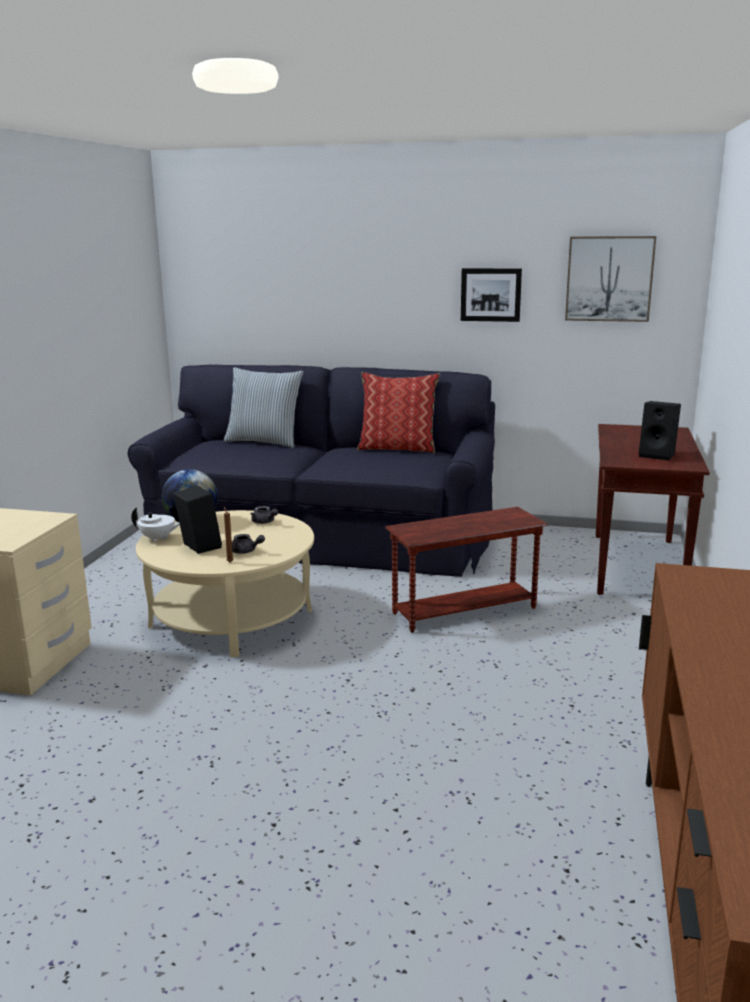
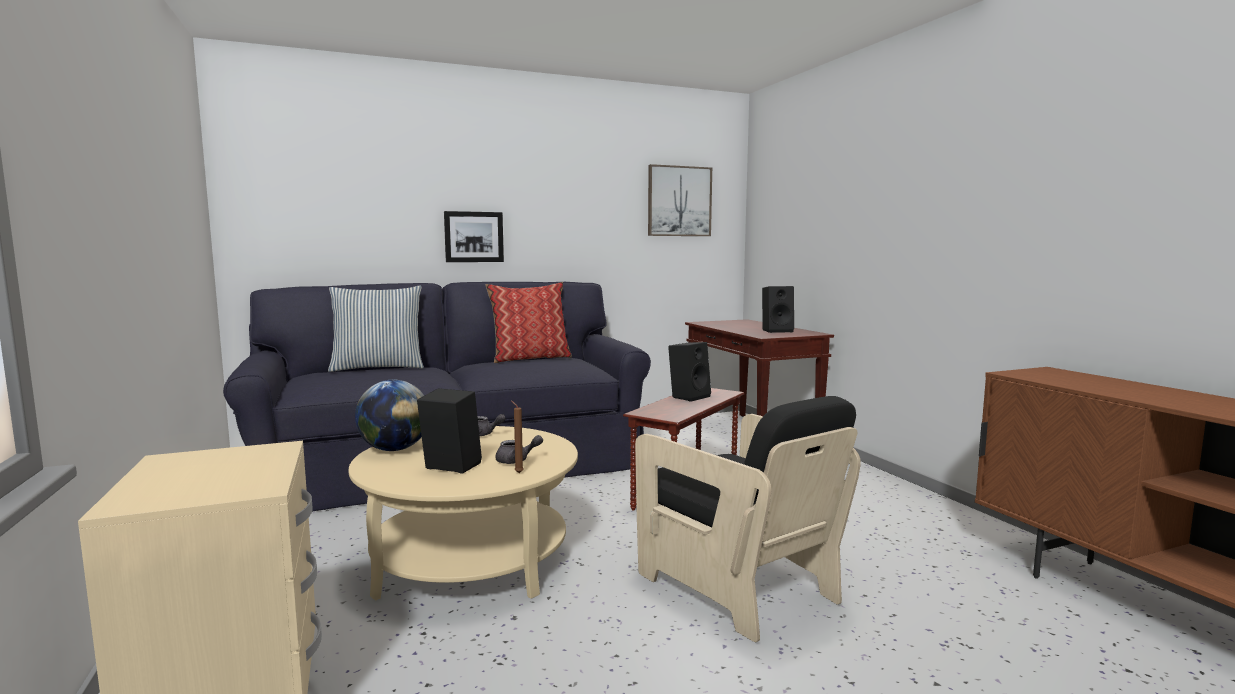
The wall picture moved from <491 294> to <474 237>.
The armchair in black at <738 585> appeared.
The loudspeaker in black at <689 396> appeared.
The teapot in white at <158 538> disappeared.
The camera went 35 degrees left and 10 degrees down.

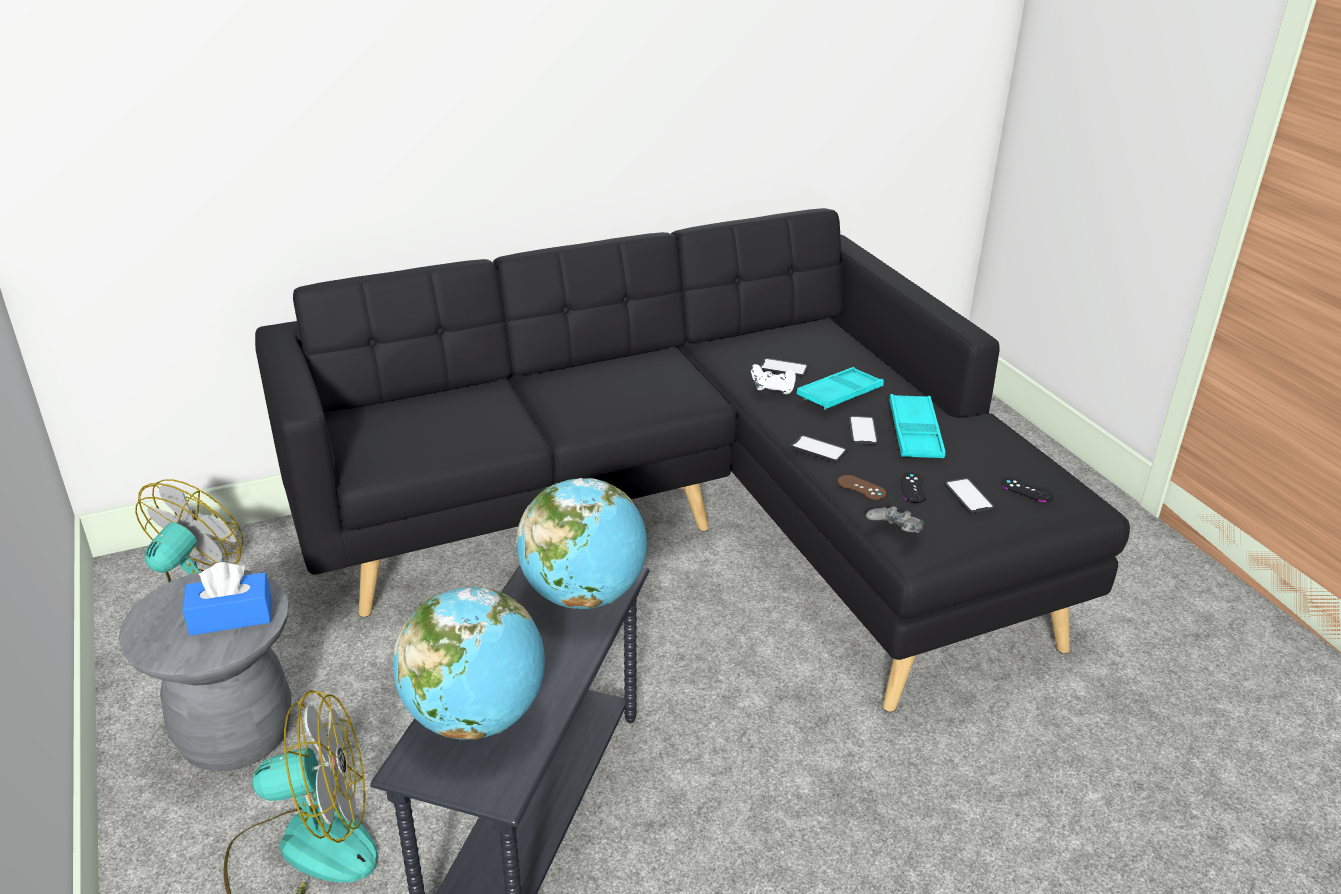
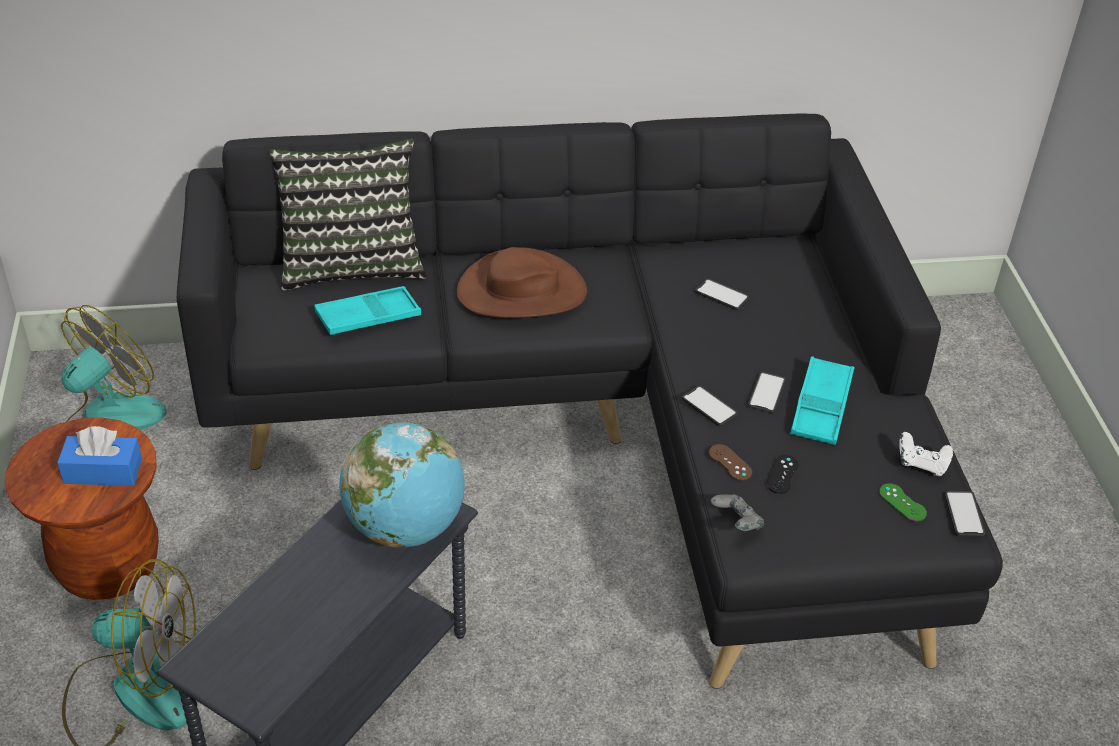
The stool in greyish at <236 736> became the stool in brown at <108 566>.
The pillow at <351 263> appeared.
The serving tray in blue-green moved from <839 394> to <368 317>.
The wearable hat in brown at <521 292> appeared.
The gamepad in black at <1027 490> became the gamepad in green-coloured at <902 502>.
The gamepad in white moved from <772 389> to <921 464>.
The handset moved from <968 496> to <964 514>.
The globe at <476 717> disappeared.
The camera went 15 degrees right and 10 degrees up.

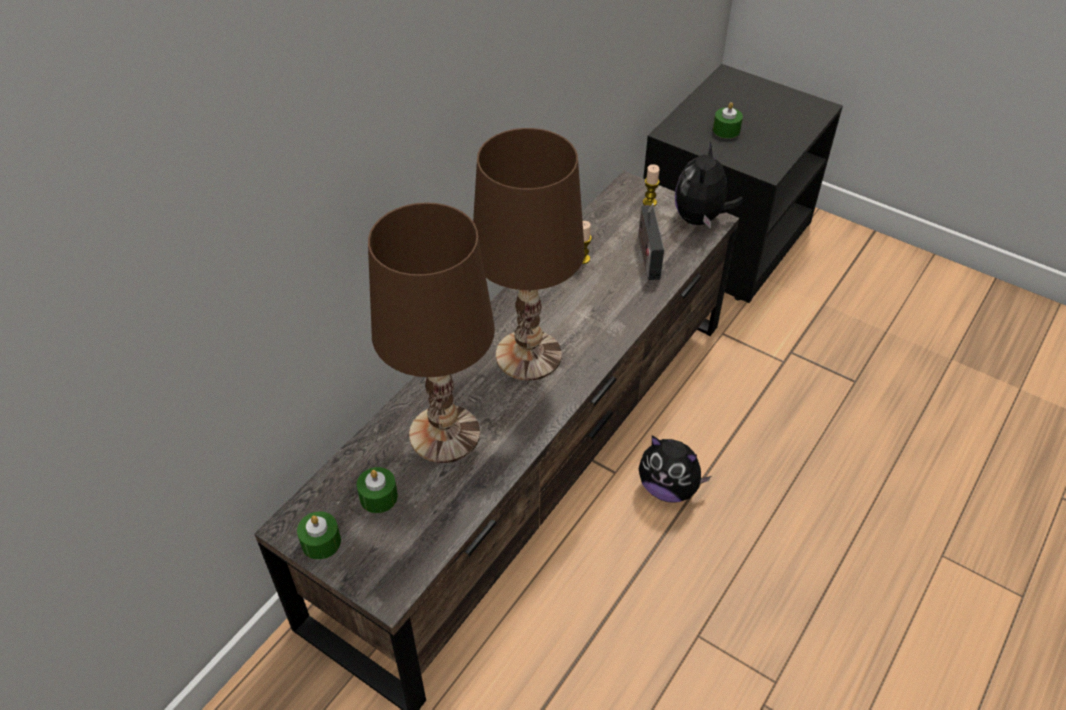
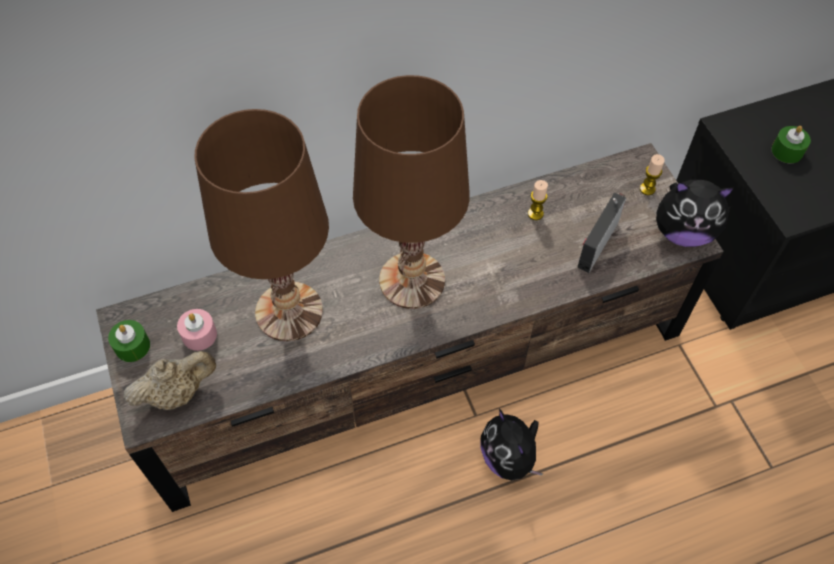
The teapot in beige-coloured at <177 392> appeared.
The wax light in green-coloured at <378 497> became the wax light in pinkish at <199 335>.
The plush toy at <701 219> turned 135 degrees counterclockwise.
The camera went 35 degrees right and 10 degrees up.

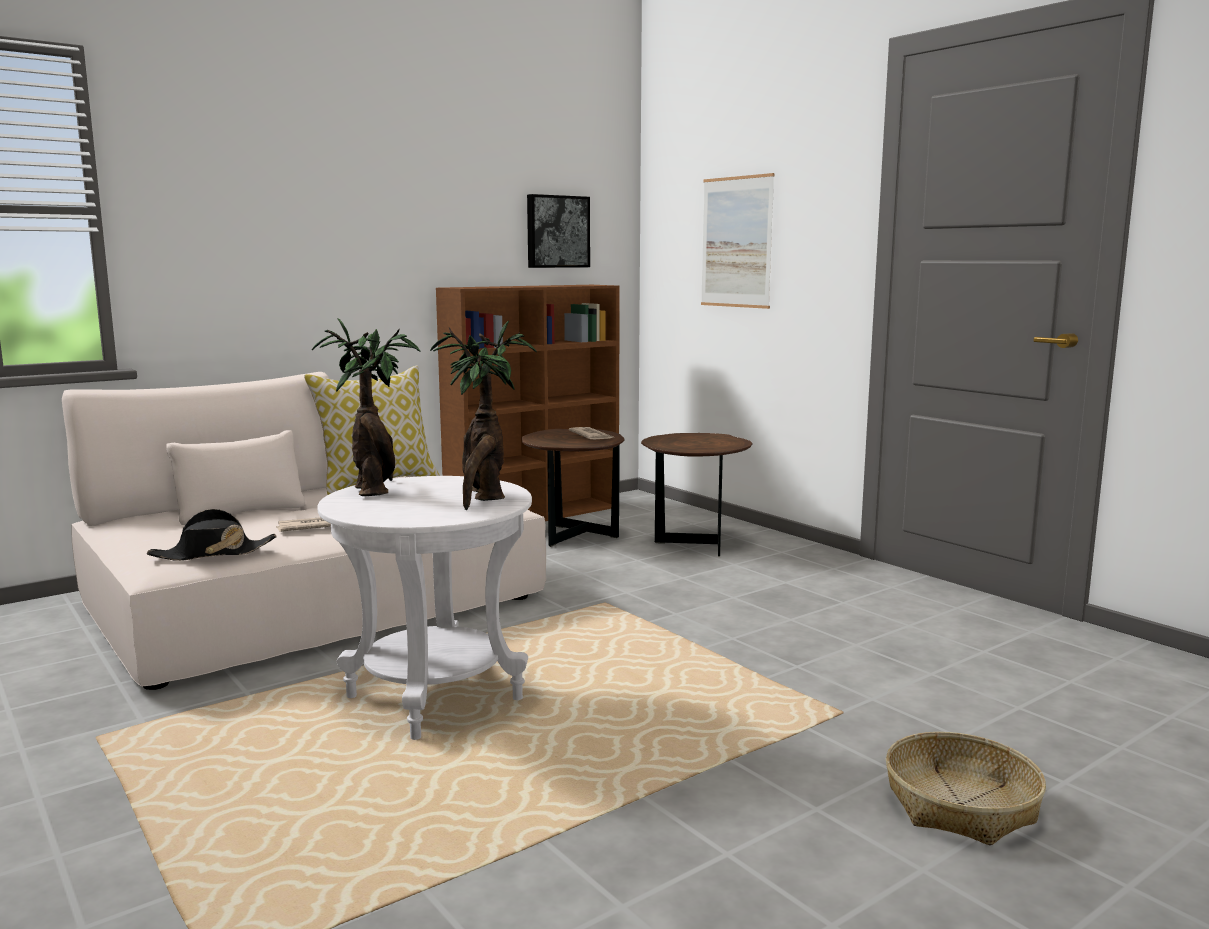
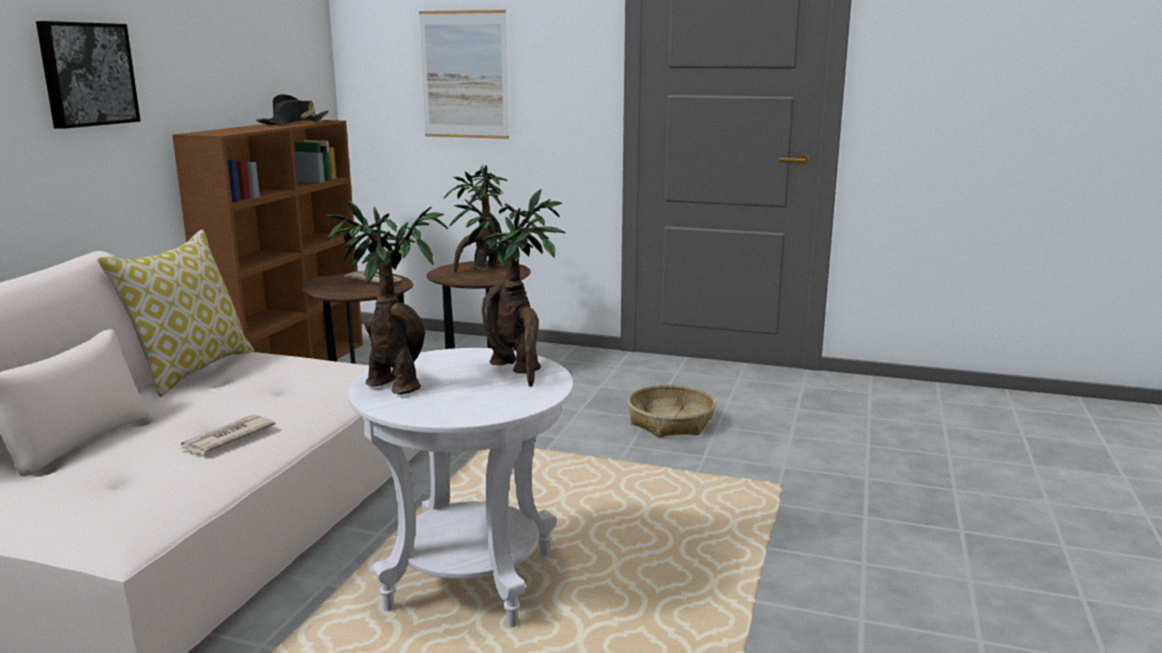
The wall picture moved from <556 231> to <86 74>.
The wearable hat in black moved from <213 553> to <294 123>.
The potted plant at <482 269> appeared.
The basket moved from <960 804> to <670 422>.
The camera went 35 degrees left and 5 degrees up.

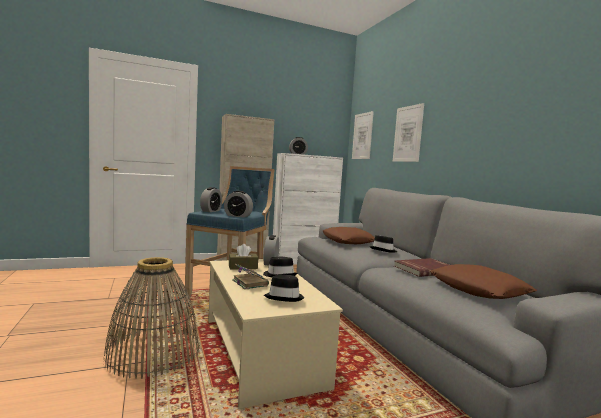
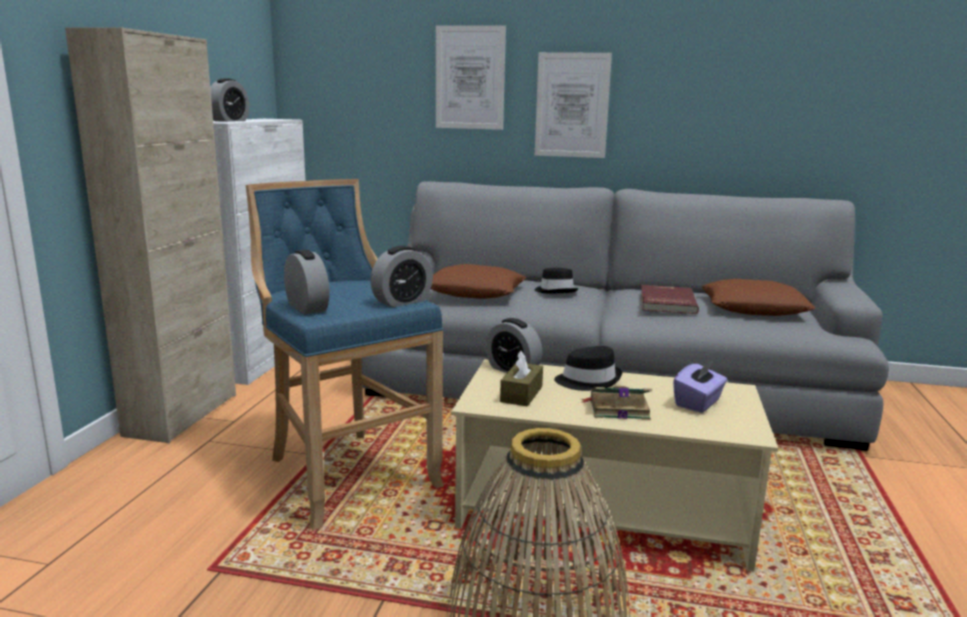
The wall picture moved from <362 136> to <572 105>.
The wearable hat in black at <284 297> was replaced by the tissue box in purple at <698 403>.
The camera went 55 degrees left and 10 degrees up.

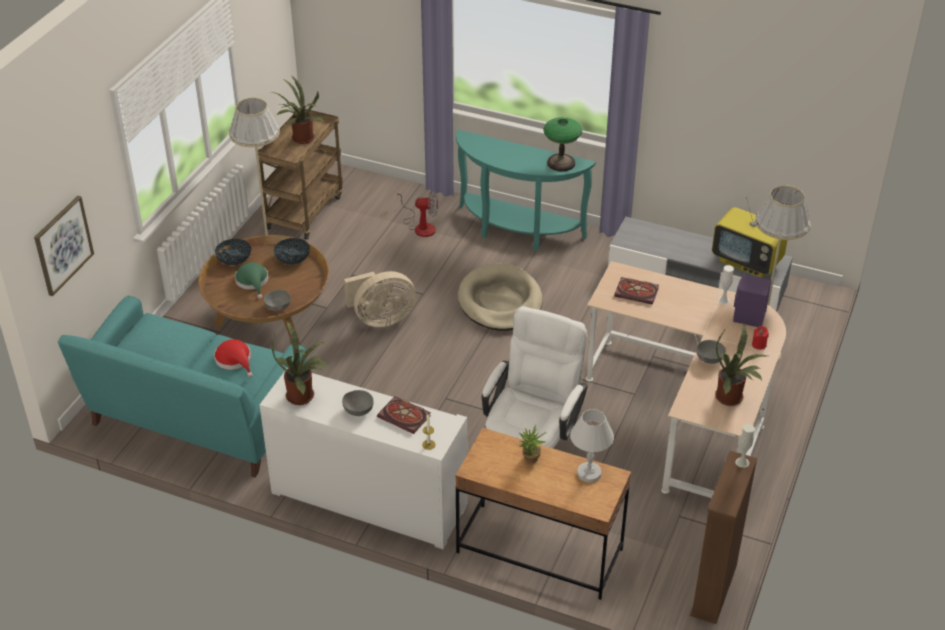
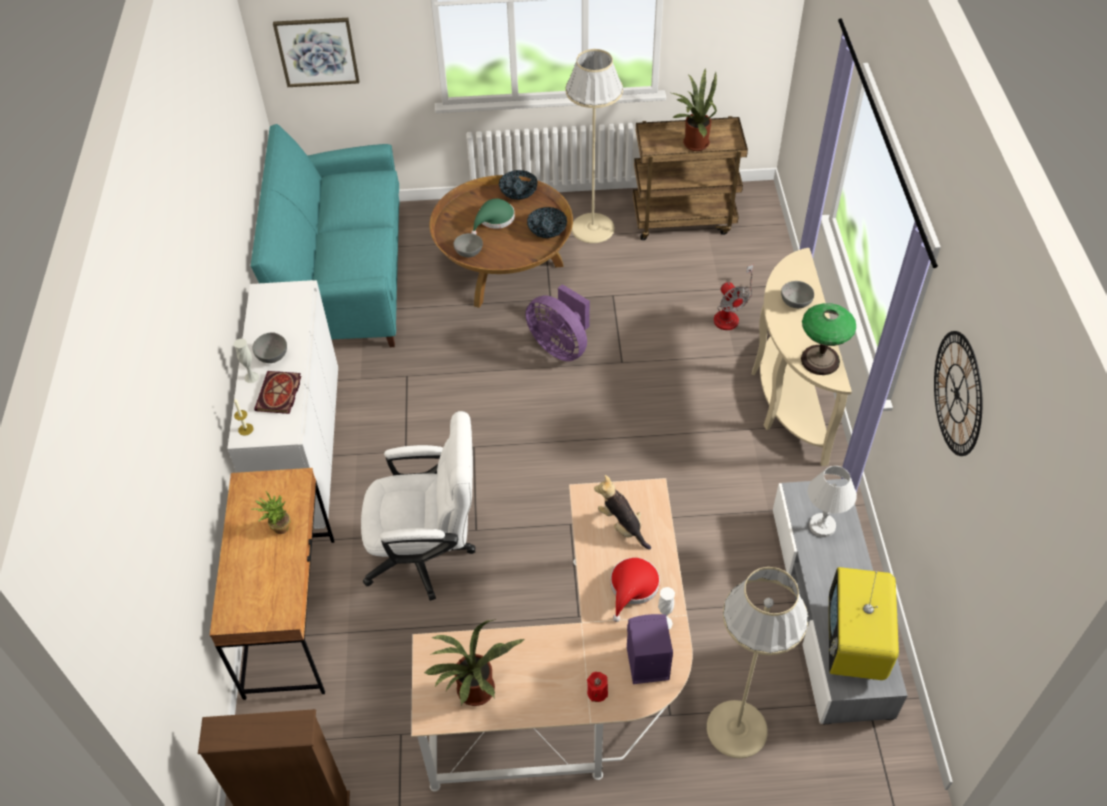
The flower vase in white moved from <742 462> to <251 377>.
The electric fan in beige-coloured at <381 319> became the electric fan in purple at <560 346>.
The book at <637 292> was replaced by the plush toy at <622 525>.
The wearable hat in reddish moved from <235 360> to <633 588>.
The hall table in blue-green at <516 231> became the hall table in beige-coloured at <785 397>.
The bowl in greyish moved from <708 359> to <795 302>.
The tabletop lamp in white moved from <589 473> to <822 526>.
The wall clock at <957 393> appeared.
The potted plant at <303 396> disappeared.
The dog cushion in beige-coloured at <500 301> disappeared.
The camera went 65 degrees right and 10 degrees up.

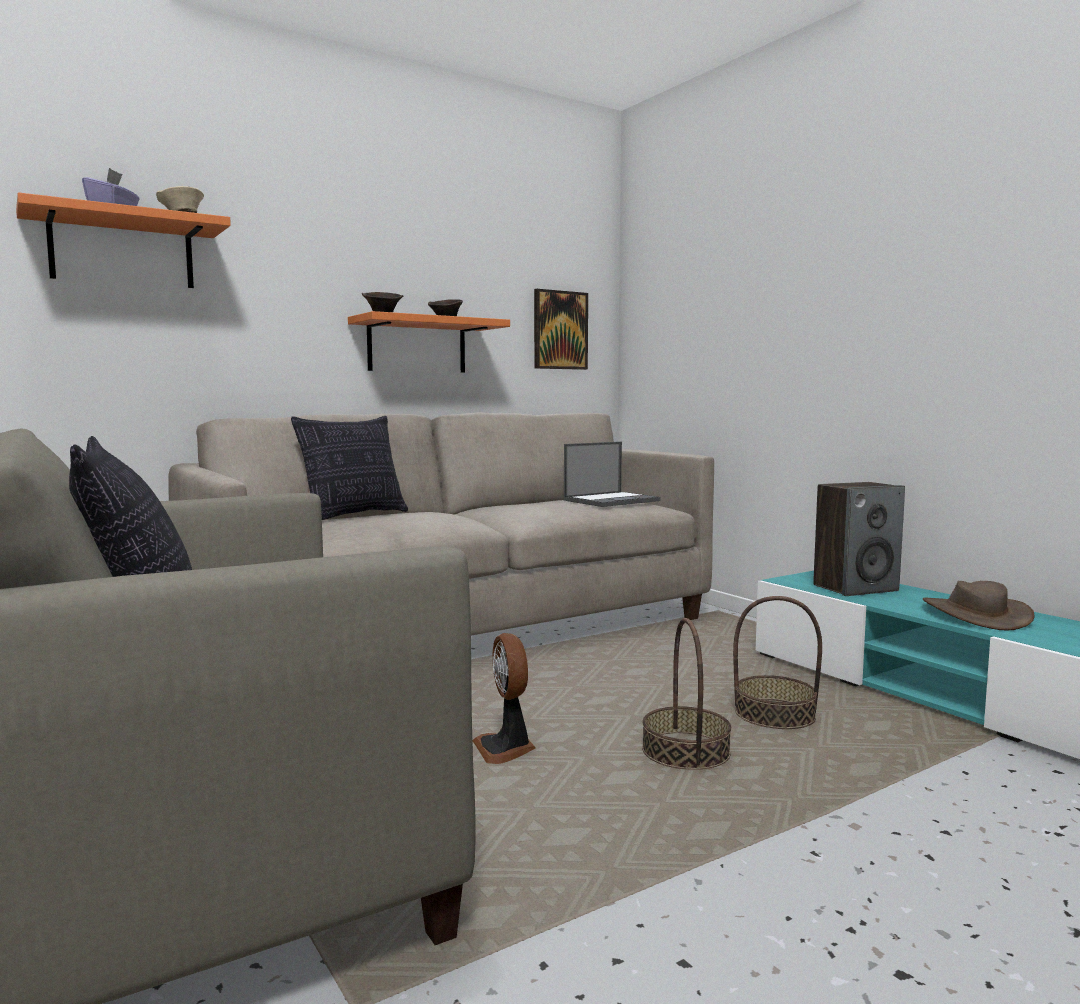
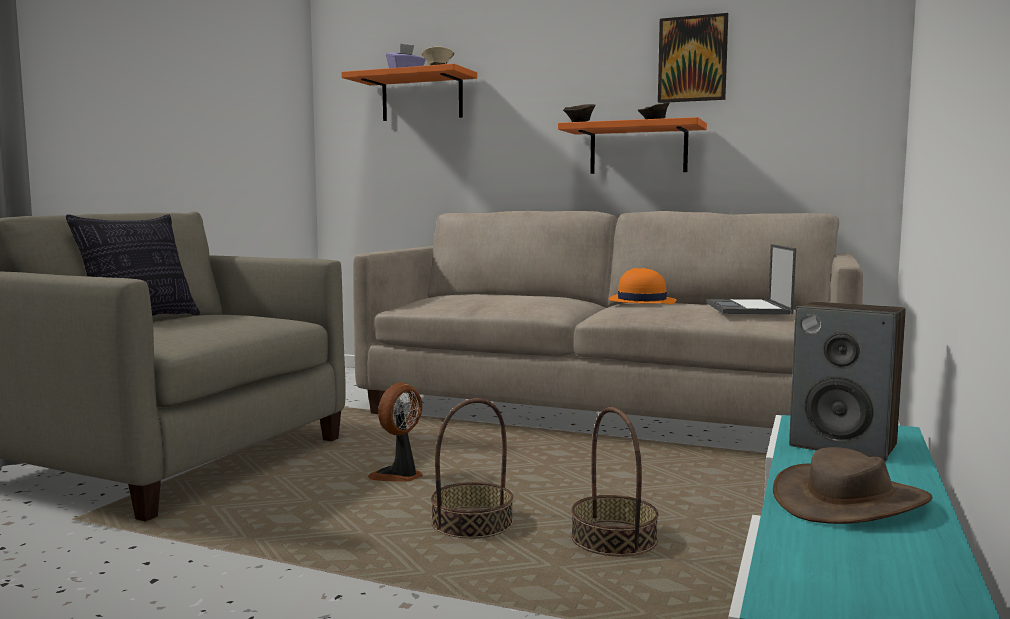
The wearable hat in orange at <641 301> appeared.
The wall picture moved from <560 330> to <692 59>.
The portable computer at <612 500> turned 75 degrees clockwise.
The pillow at <353 516> disappeared.
The camera went 55 degrees right and 0 degrees up.

